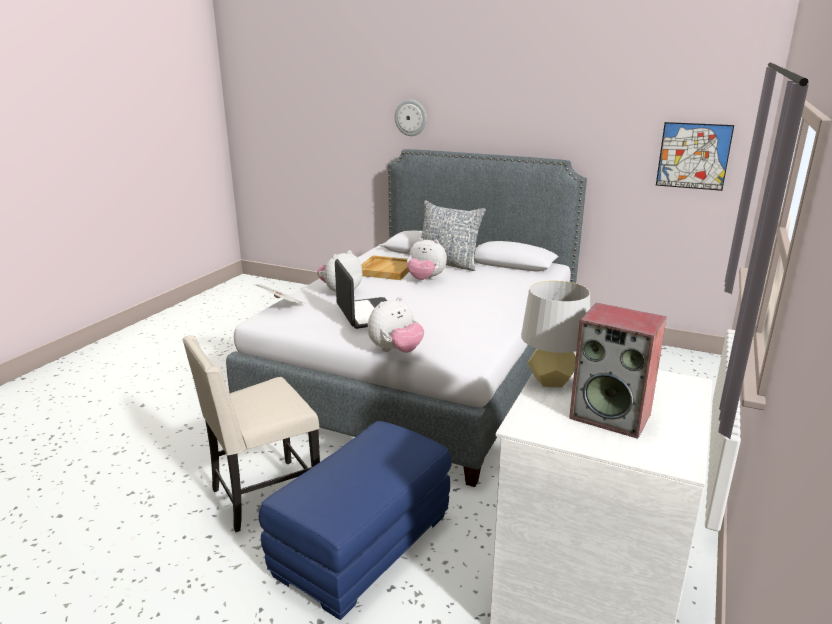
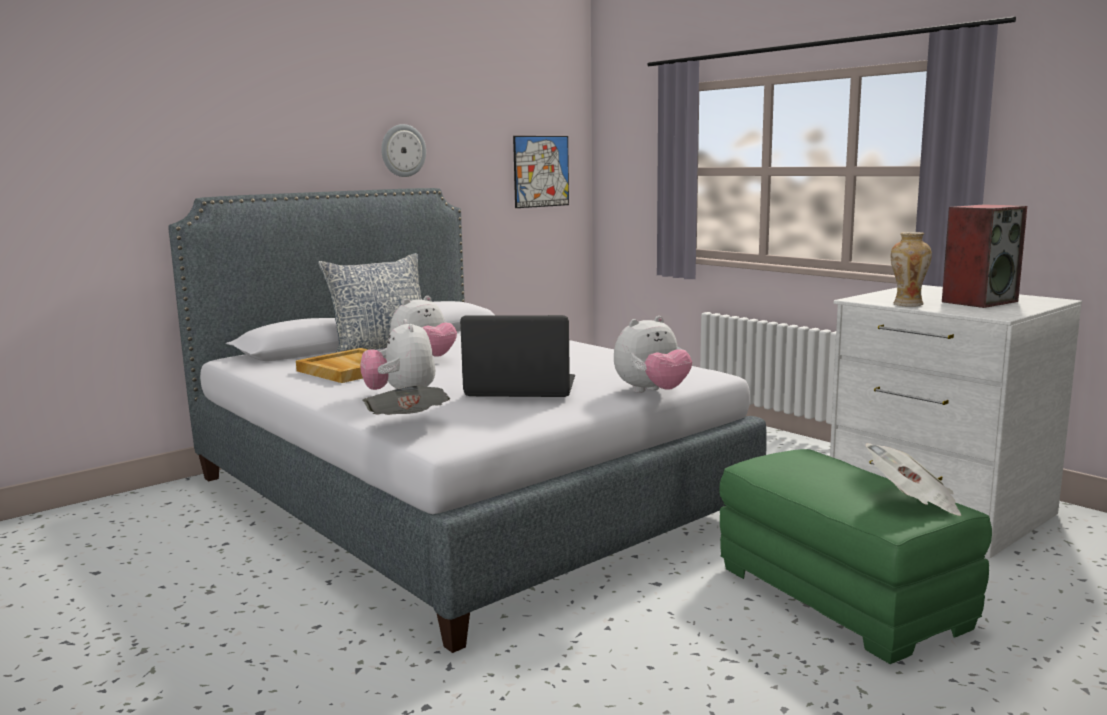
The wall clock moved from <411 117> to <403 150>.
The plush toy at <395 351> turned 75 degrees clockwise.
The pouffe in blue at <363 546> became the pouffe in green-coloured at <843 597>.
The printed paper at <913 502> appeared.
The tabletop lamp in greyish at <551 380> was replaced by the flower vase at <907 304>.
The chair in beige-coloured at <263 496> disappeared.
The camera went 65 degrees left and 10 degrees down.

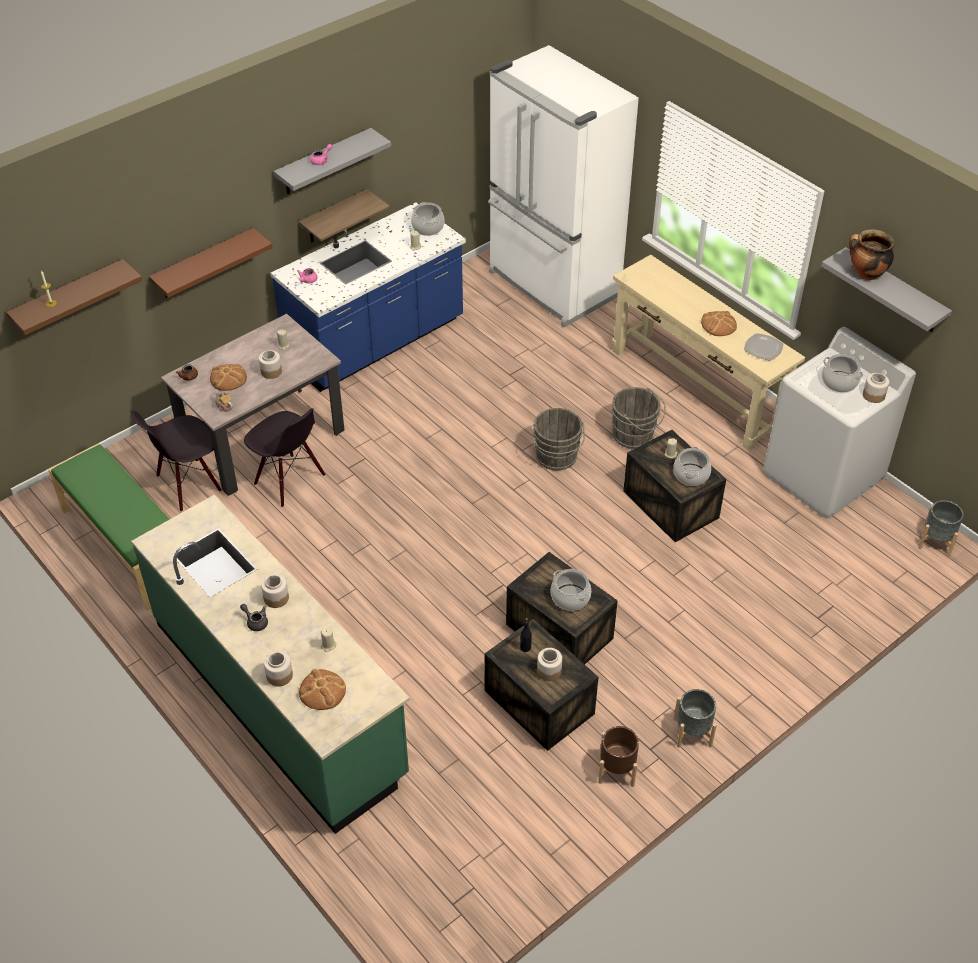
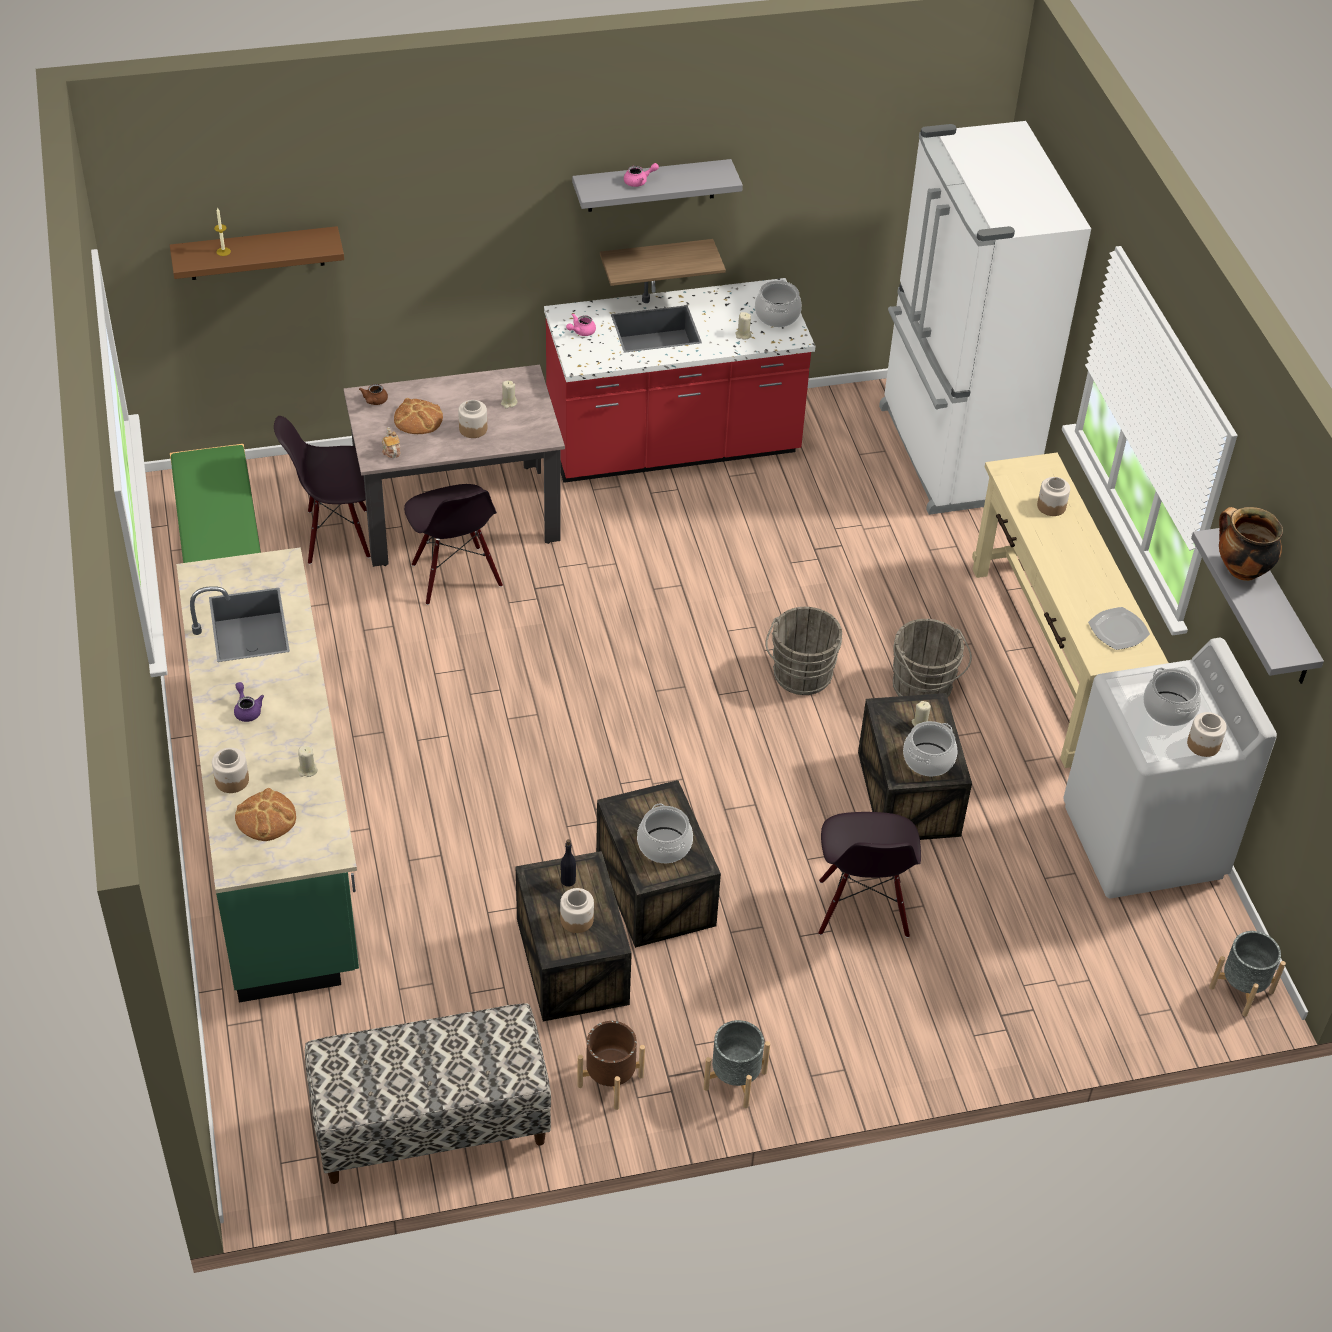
The teapot in greyish at <255 622> became the teapot in purple at <247 710>.
The bench at <431 1125> appeared.
The kitchen counter in blue at <376 342> became the kitchen counter in reddish at <673 446>.
The chair in black at <861 909> appeared.
The preserve jar moved from <276 598> to <1051 506>.
The bracket shelf in brown at <204 264> disappeared.
The bread at <718 325> disappeared.
The camera went 25 degrees right and 0 degrees up.

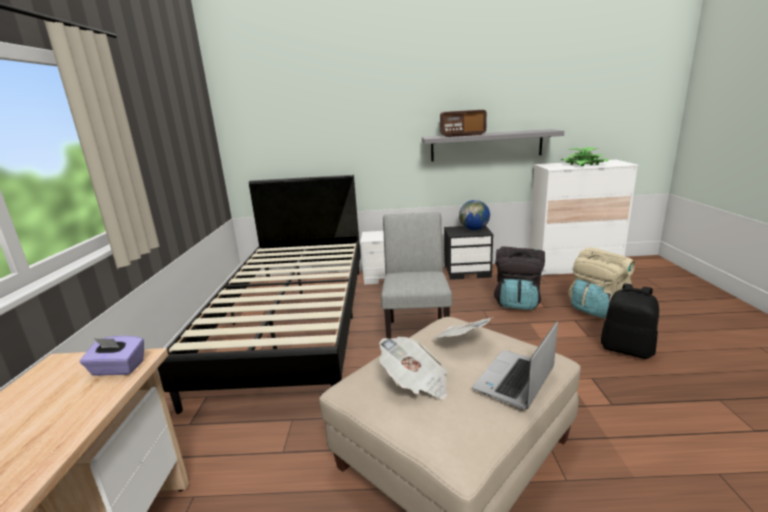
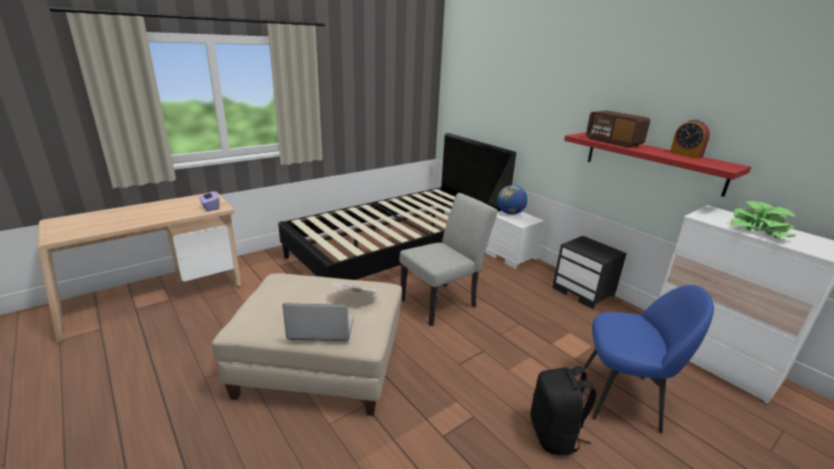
The globe moved from <474 229> to <510 213>.
The bracket shelf in greyish at <486 145> became the bracket shelf in reddish at <652 162>.
The backpack in beige-coloured at <597 308> was replaced by the chair in blue at <622 397>.
The bedside clock at <686 154> appeared.
The printed paper at <416 383> disappeared.
The backpack in black at <517 302> disappeared.
The camera went 50 degrees right and 5 degrees up.

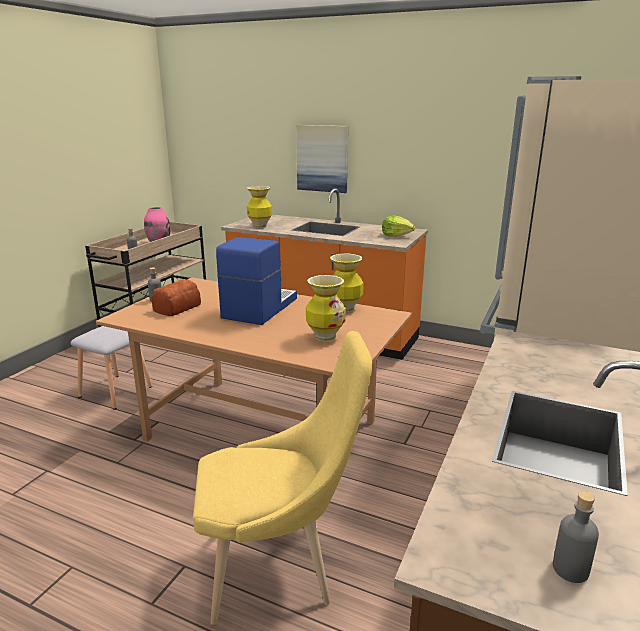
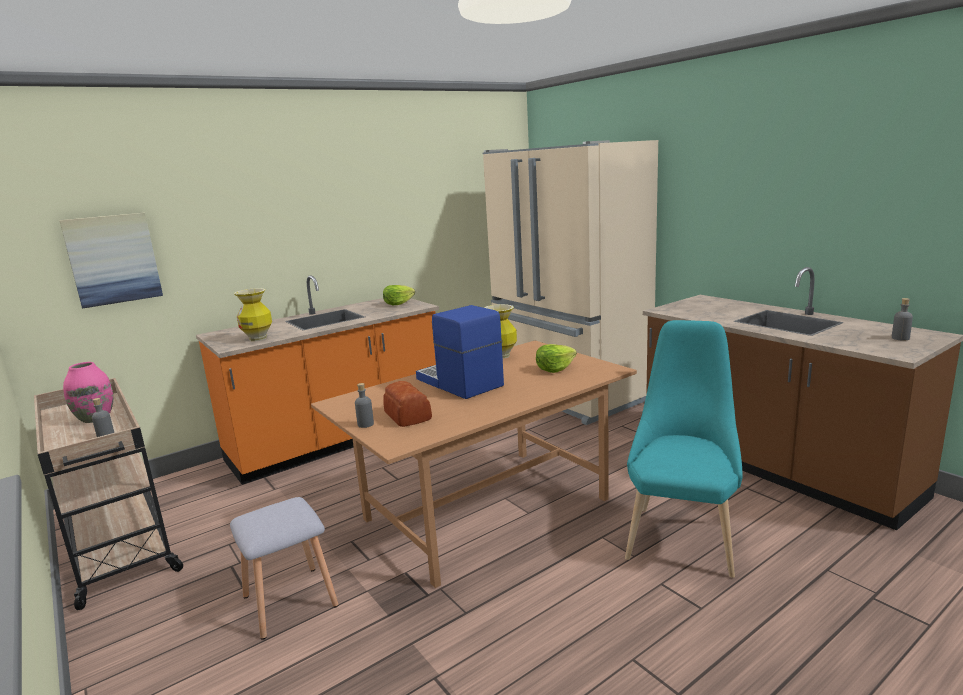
The wall picture moved from <322 158> to <113 259>.
The flower vase at <325 337> was replaced by the lettuce head at <555 369>.
The chair in yellow-coloured at <279 567> became the chair in blue-green at <682 535>.
The camera went 60 degrees left and 5 degrees down.

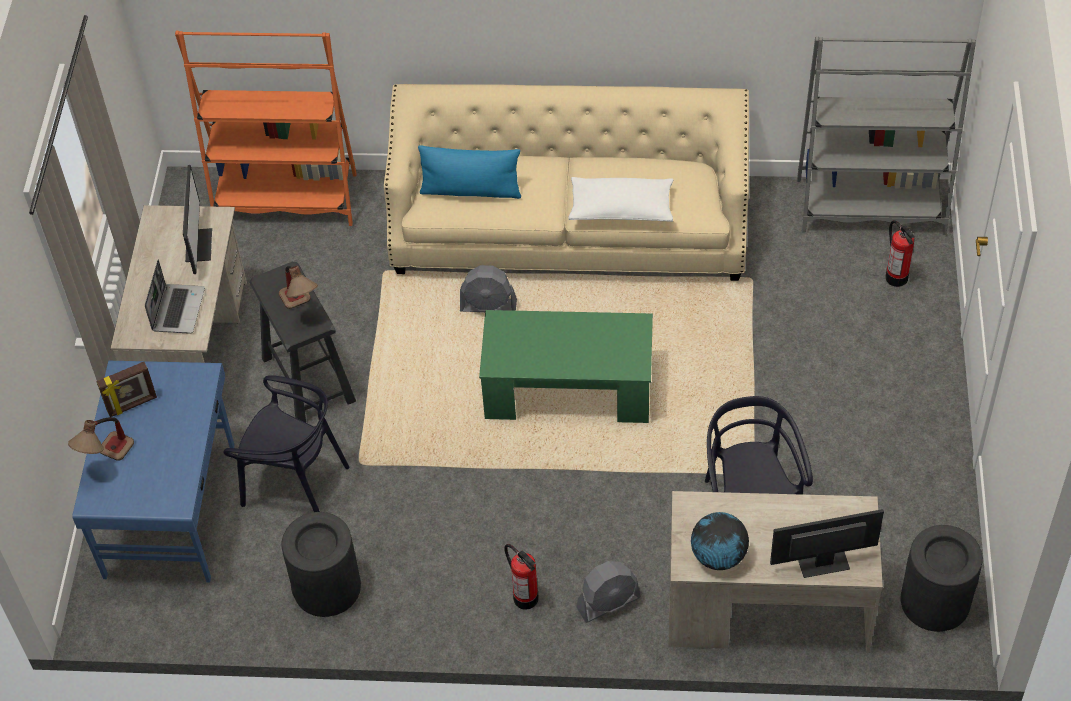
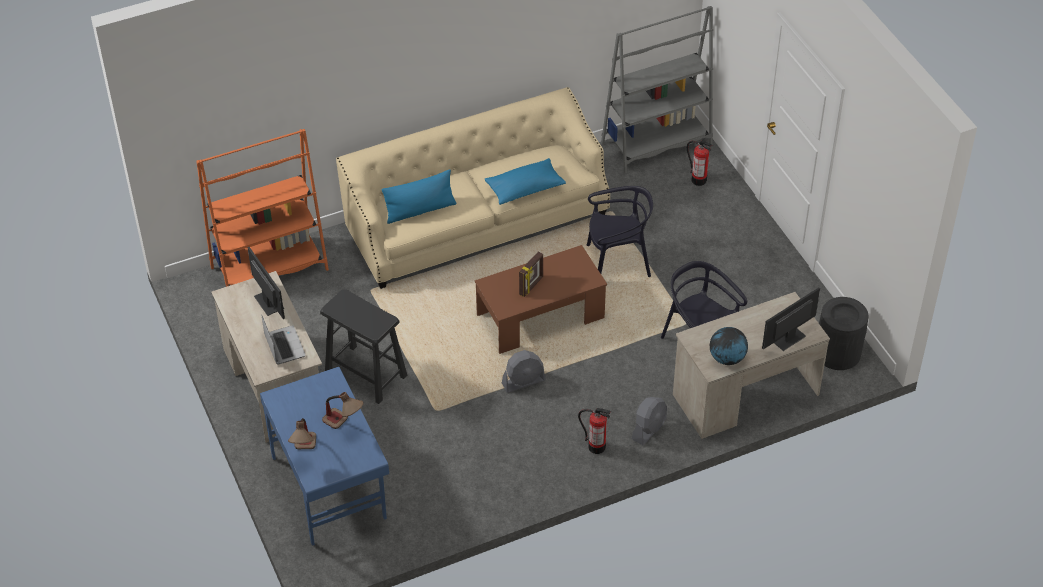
The tabletop lamp moved from <301 307> to <344 424>.
The low table in green-coloured at <568 388> became the low table in brown at <540 316>.
The pillow in white at <621 209> became the pillow in blue at <525 189>.
The electric fan in greyish moved from <488 306> to <523 382>.
The picture frame moved from <132 405> to <531 286>.
The chair in black moved from <295 482> to <617 263>.
The trash can in black at <327 587> disappeared.
The camera went 30 degrees left and 5 degrees down.

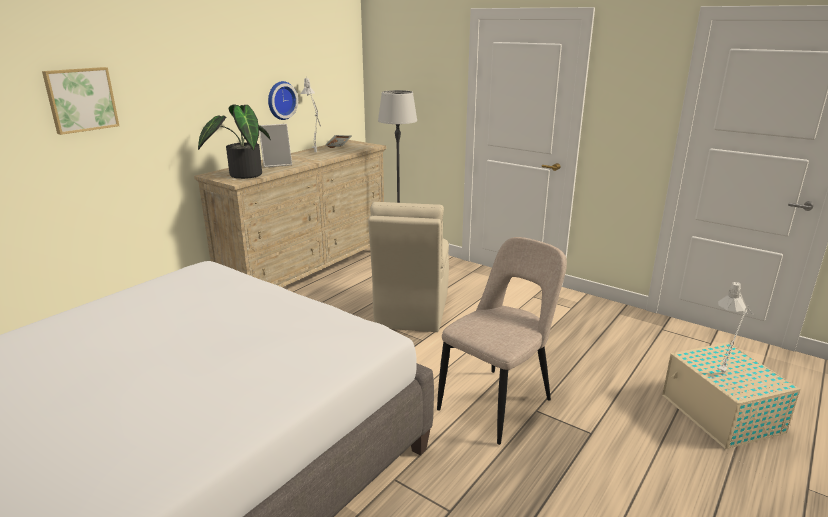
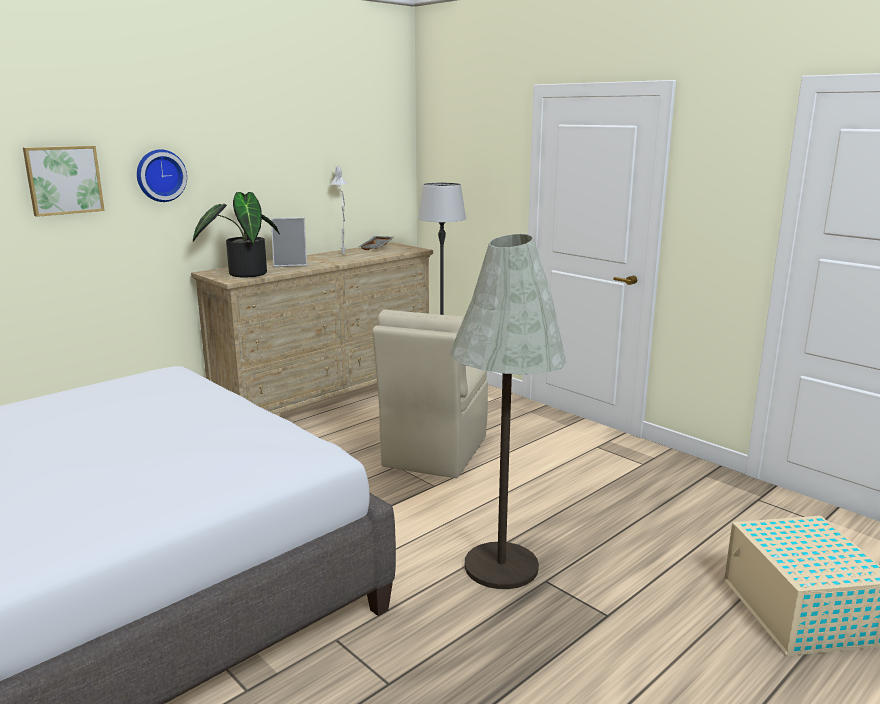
The wall clock moved from <280 100> to <160 175>.
The chair in beige-coloured at <498 402> was replaced by the floor lamp in greyish at <501 566>.
The tabletop lamp in greyish at <724 370> disappeared.
The camera went 10 degrees right and 5 degrees down.

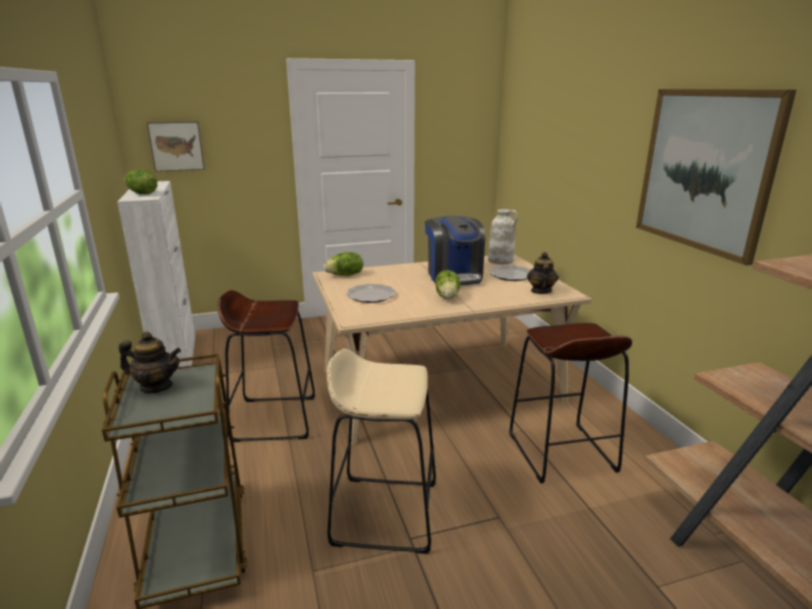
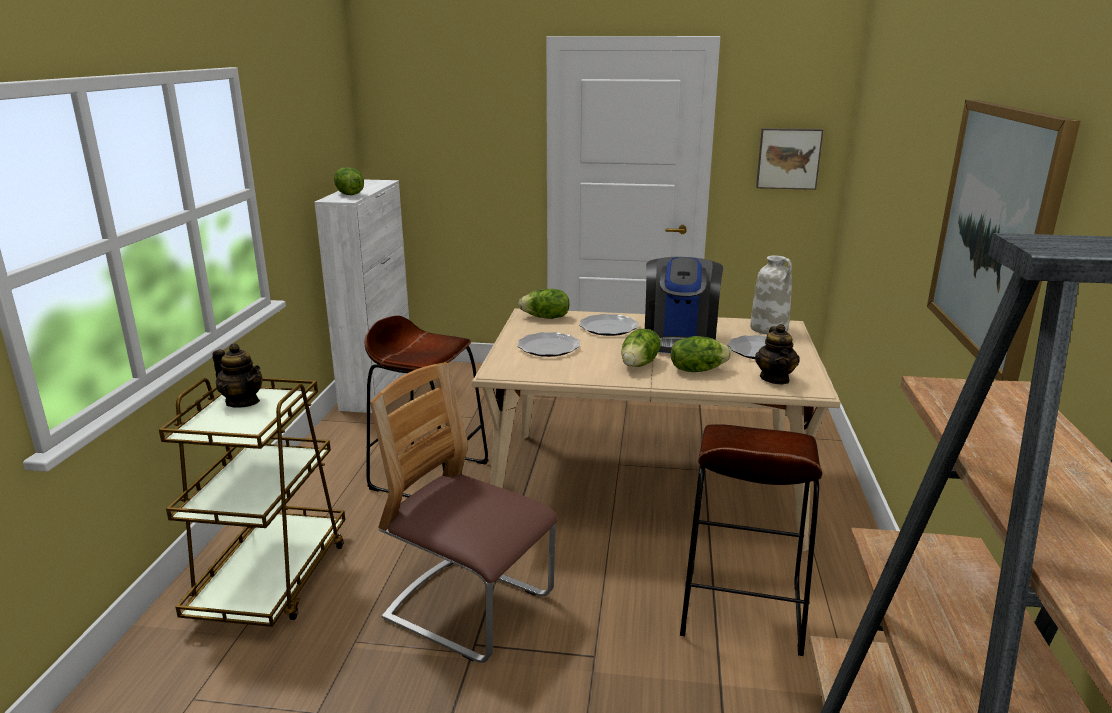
The stool in beige-coloured at <385 512> was replaced by the chair at <469 609>.
The dinner plate at <608 327> appeared.
The lettuce head at <697 370> appeared.
The teapot at <540 291> turned 150 degrees clockwise.
The wall picture moved from <176 146> to <788 158>.
The camera went 25 degrees right and 0 degrees up.

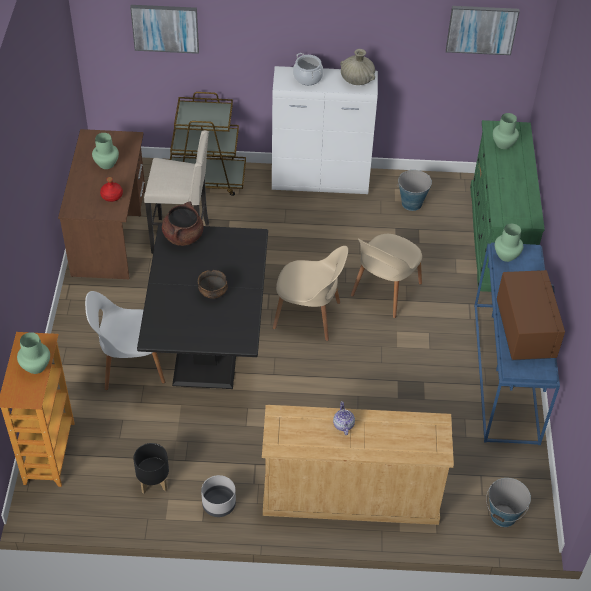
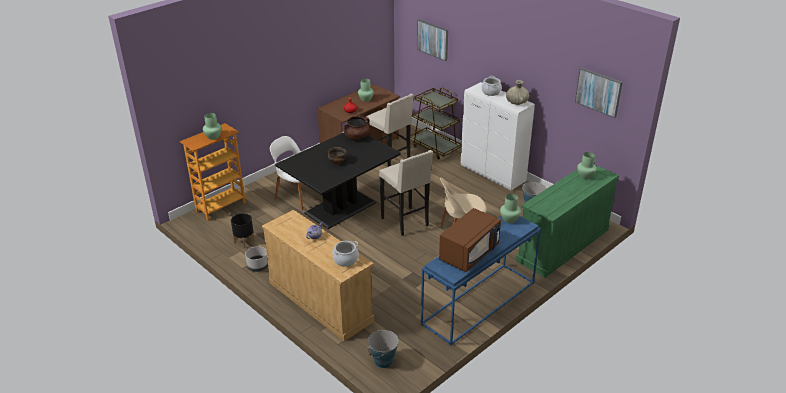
The saucepot at <346 260> appeared.
The chair in beige-coloured at <309 316> was replaced by the stool in beige-coloured at <406 222>.
The camera went 45 degrees right and 15 degrees down.

